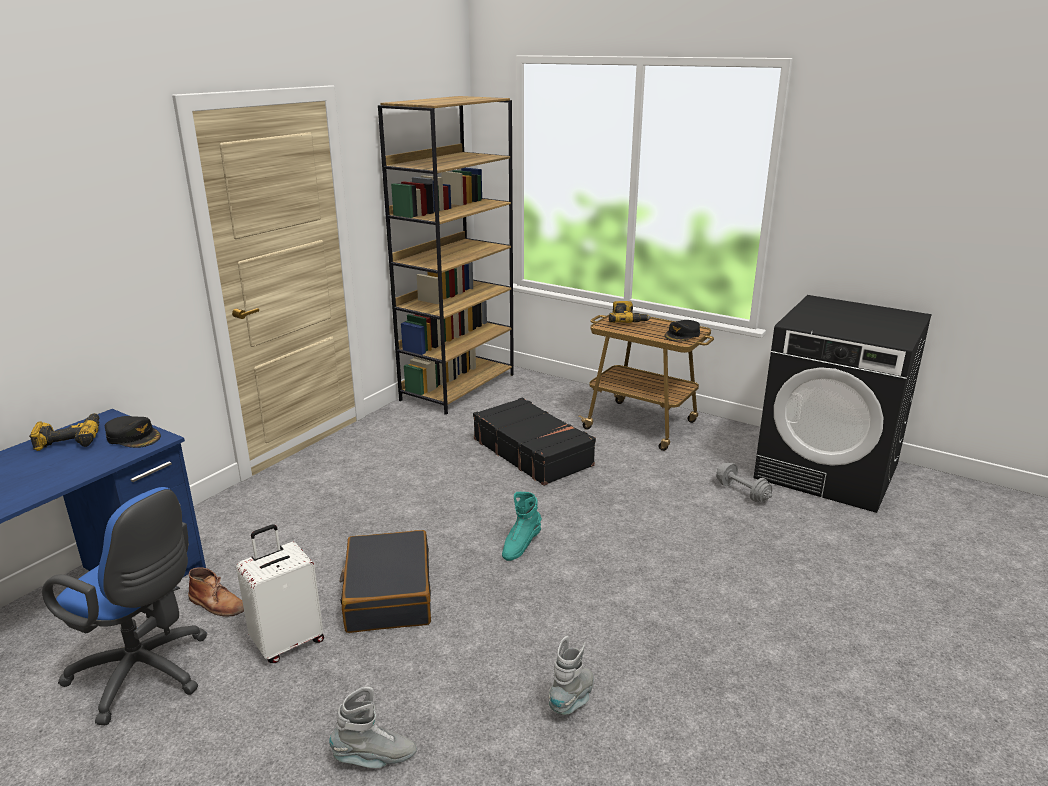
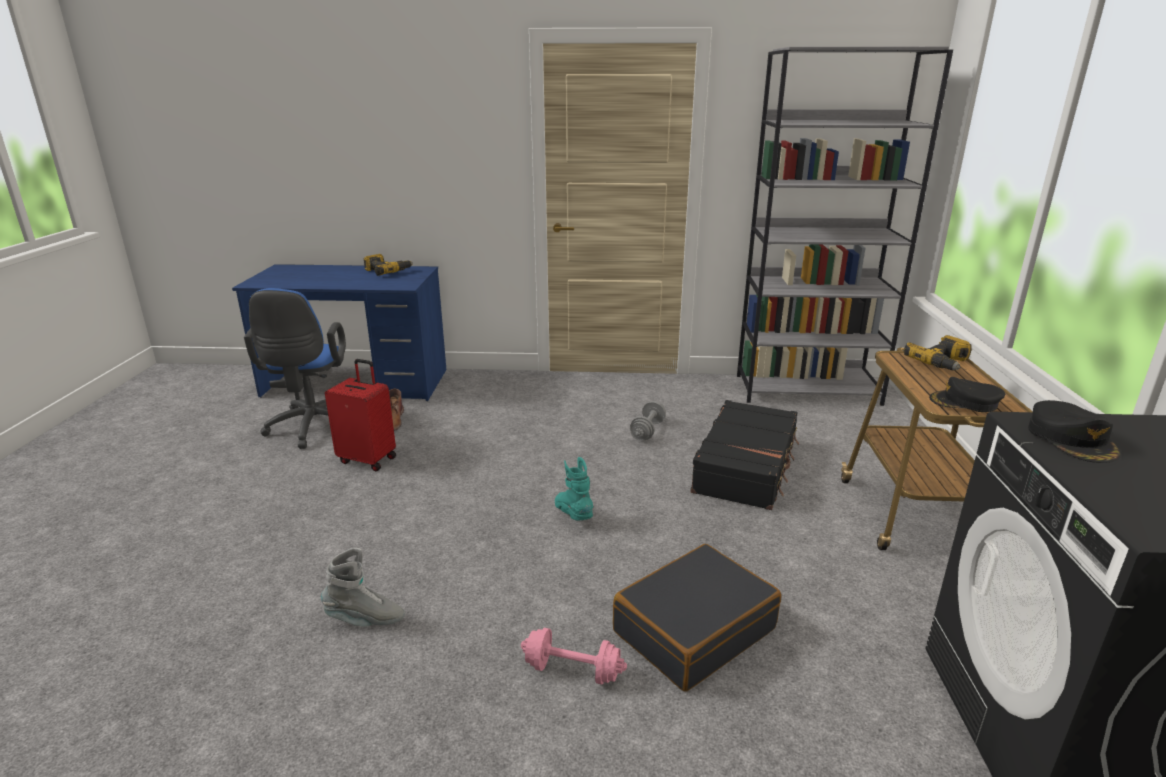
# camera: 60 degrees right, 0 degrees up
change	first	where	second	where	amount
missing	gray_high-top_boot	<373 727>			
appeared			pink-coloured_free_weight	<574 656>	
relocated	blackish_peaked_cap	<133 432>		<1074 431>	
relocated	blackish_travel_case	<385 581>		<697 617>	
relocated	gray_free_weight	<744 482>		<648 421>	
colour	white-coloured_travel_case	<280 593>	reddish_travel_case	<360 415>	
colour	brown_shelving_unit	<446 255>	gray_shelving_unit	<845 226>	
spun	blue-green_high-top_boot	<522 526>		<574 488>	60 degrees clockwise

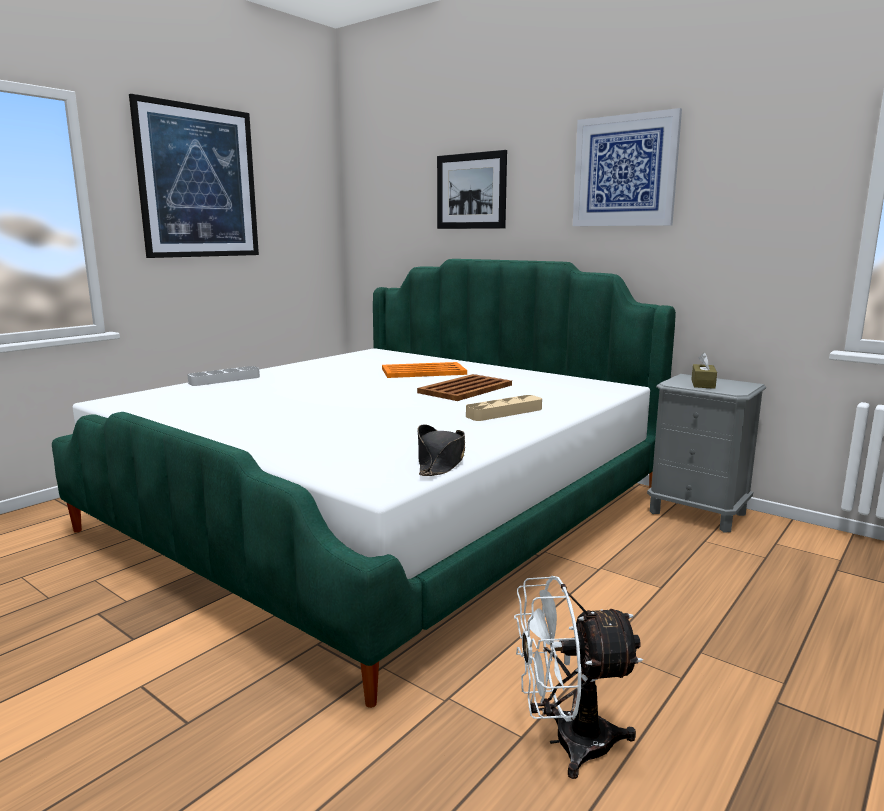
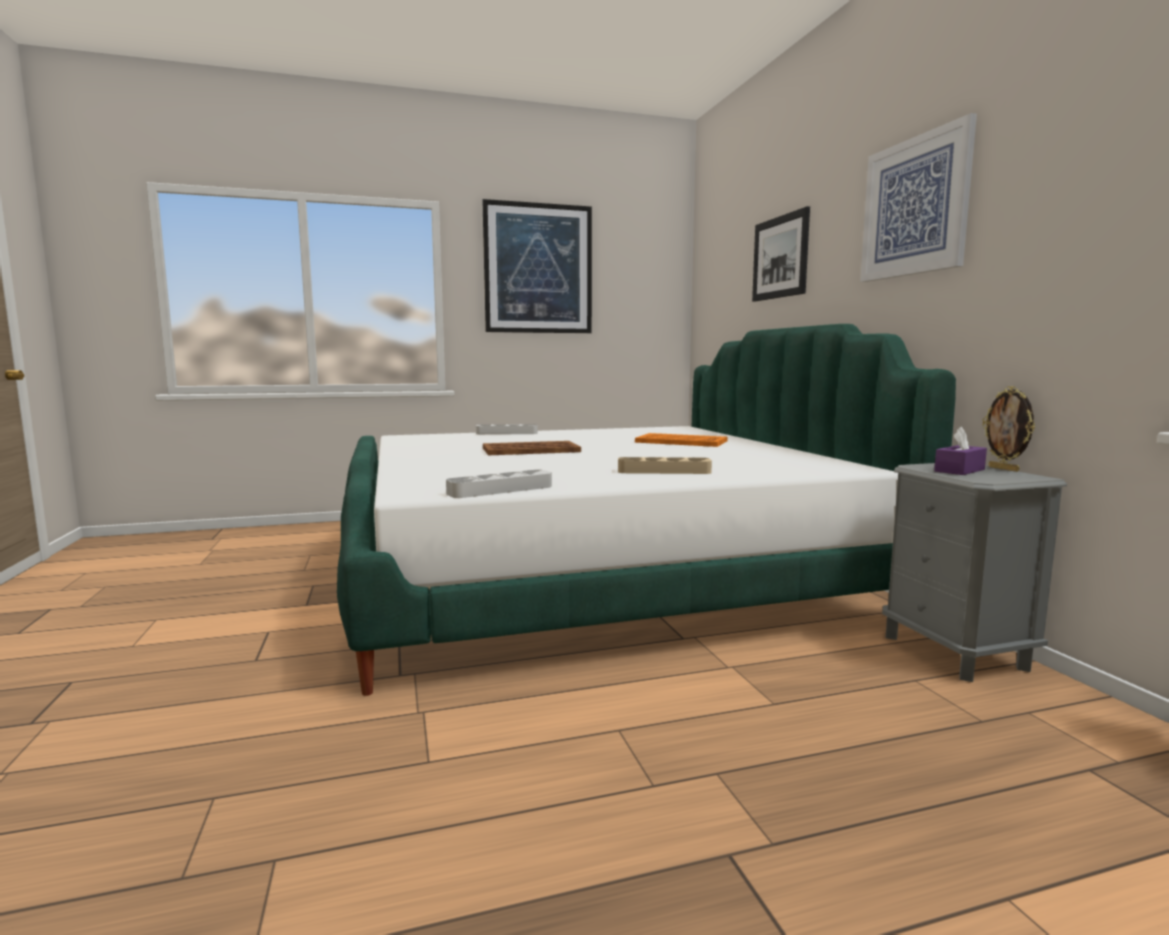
# camera: 35 degrees right, 5 degrees down
change	first	where	second	where	amount
missing	white-coloured_cooling_fan	<578 677>			
appeared			photo_frame	<1008 429>	
relocated	brown_serving_tray	<464 387>		<532 448>	
exchanged	blackish_wearable_hat	<441 450>	gray_serving_tray	<499 484>	
colour	brown_box_of_tissues	<704 370>	purplish_box_of_tissues	<960 451>	

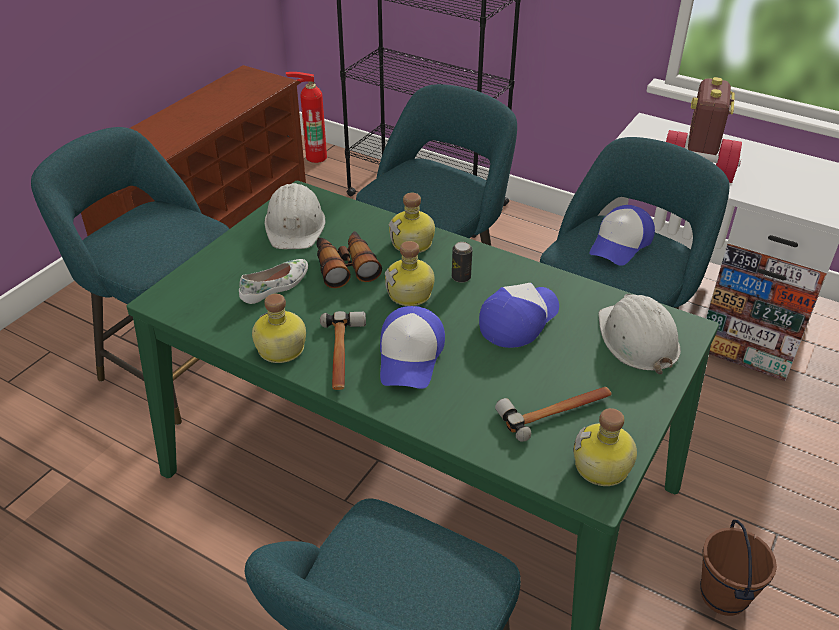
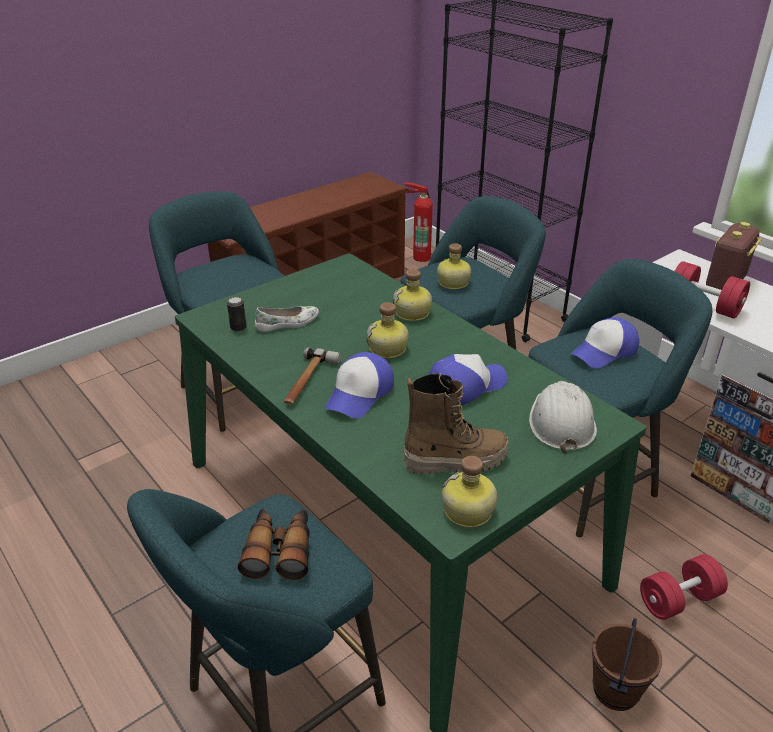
# camera: 20 degrees right, 5 degrees down
change	first	where	second	where	amount
missing	white-coloured_safety_helmet	<295 216>			
appeared			reddish_free_weight	<684 587>	
relocated	bottle	<279 328>		<454 266>	
relocated	pair_of_binoculars	<349 259>		<274 544>	
relocated	sealed_can	<462 262>		<237 314>	
exchanged	hand_hammer	<553 414>	high-top_boot	<456 424>	

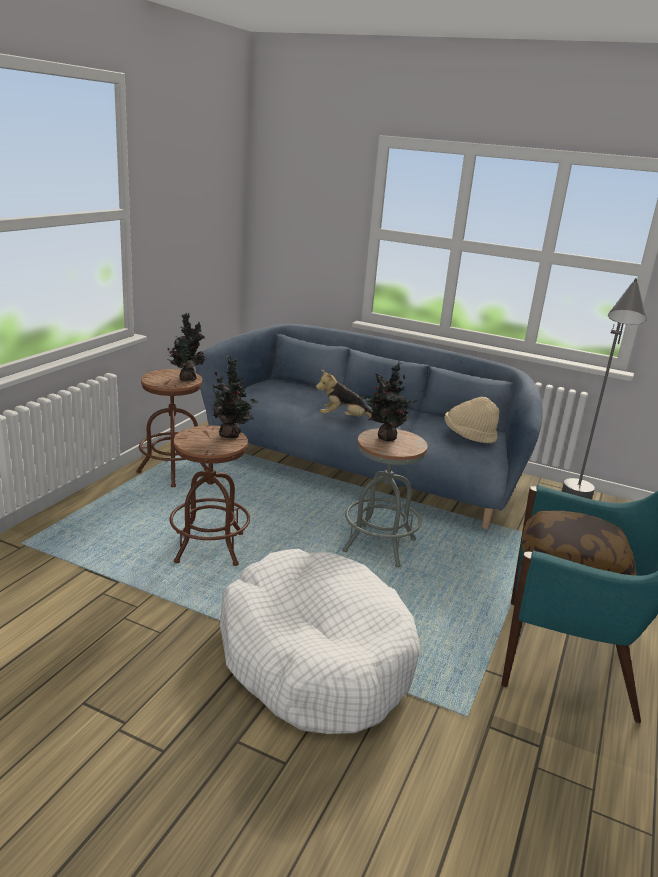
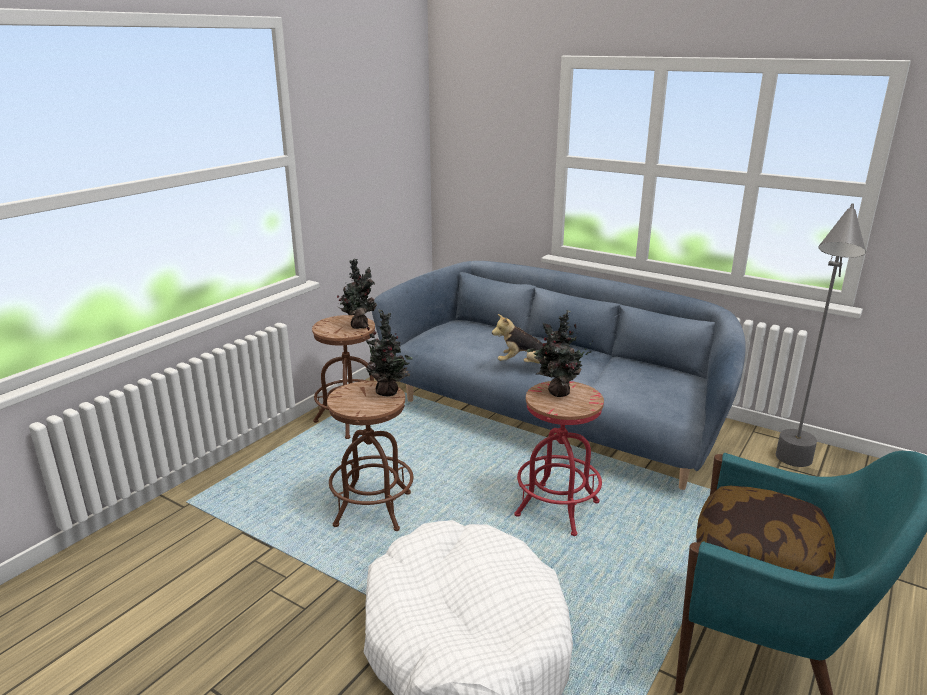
# camera: 10 degrees right, 0 degrees up
change	first	where	second	where	amount
missing	beige_wearable_hat	<471 420>			
colour	gray_sitting_stool	<385 497>	reddish_sitting_stool	<559 458>	

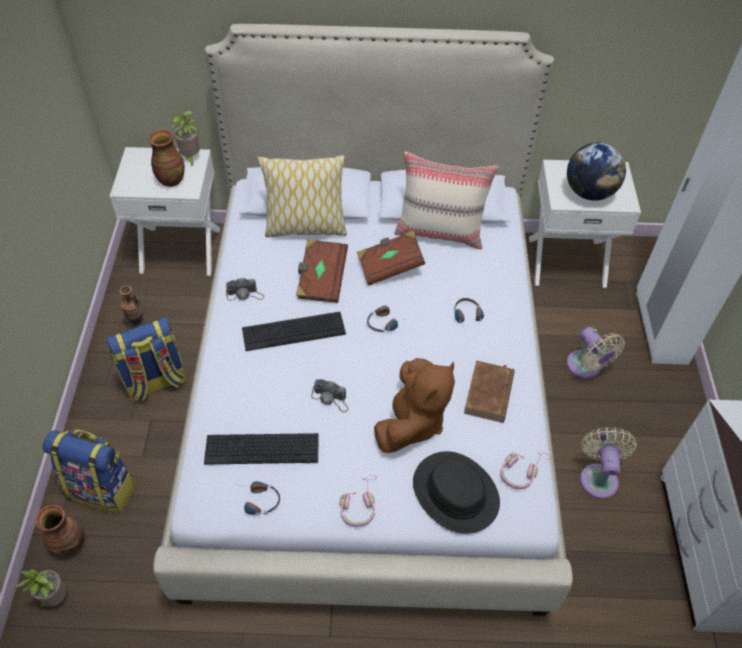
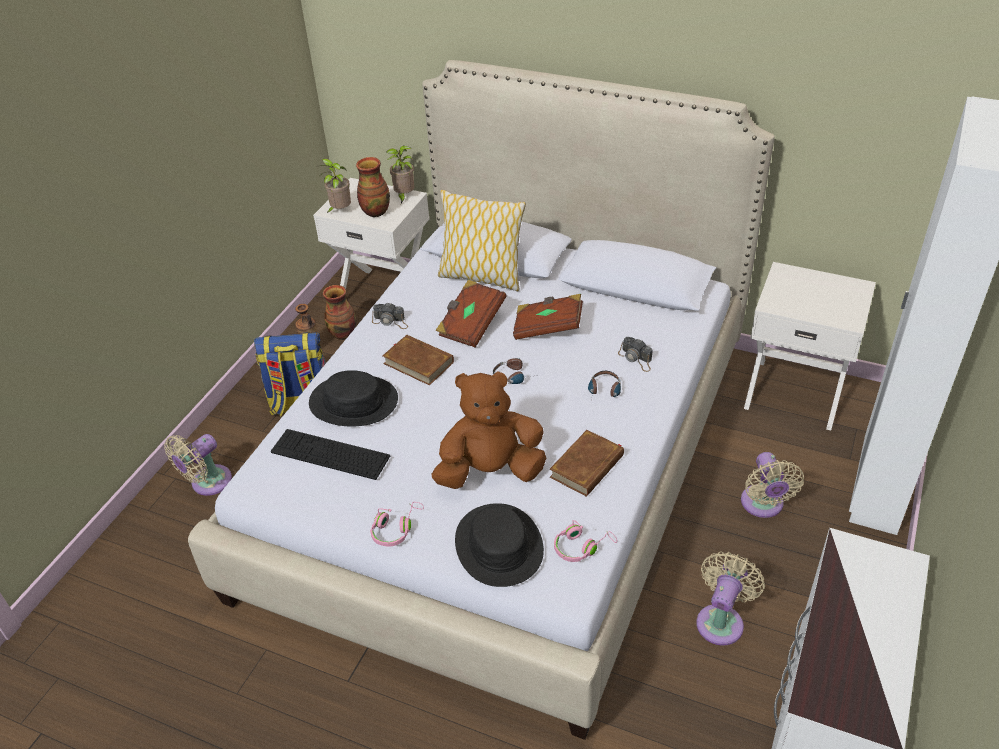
# camera: 25 degrees right, 10 degrees down
change	first	where	second	where	amount
missing	headset	<257 498>			
missing	beige_throw_pillow	<446 201>			
missing	desk_globe	<596 172>			
appeared			blackish_wearable_hat	<353 398>	
relocated	houseplant	<40 589>		<335 186>	
relocated	vase	<59 530>		<339 312>	
relocated	still_camera	<329 395>		<635 354>	
exchanged	backpack	<90 471>	beige_cooling_fan	<198 465>	
exchanged	computer_keyboard	<294 331>	brown_volume	<418 360>	
spun	brown_cuddly_toy	<414 405>		<489 430>	150 degrees counterclockwise

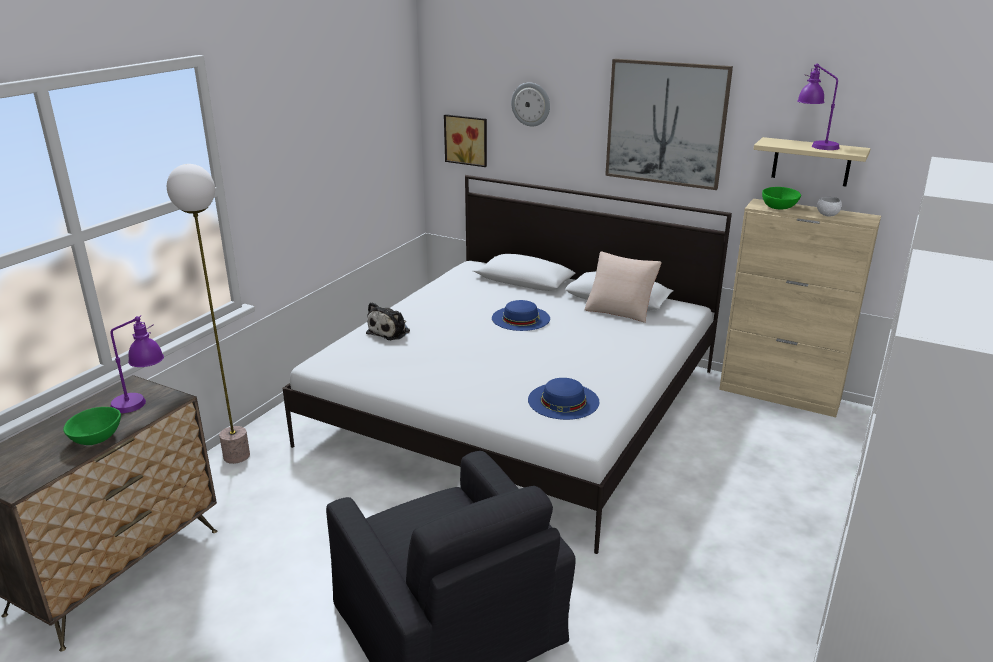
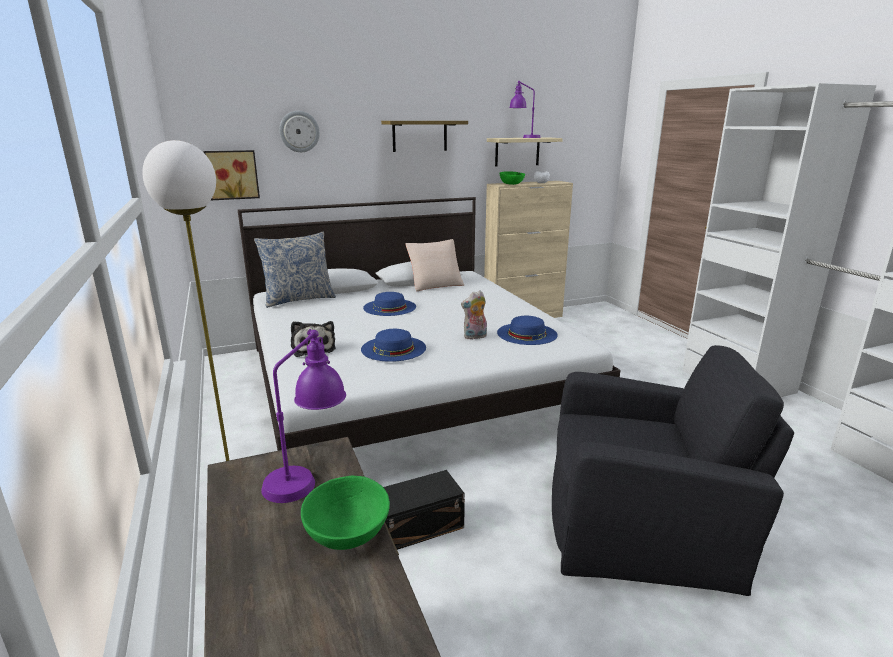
# camera: 50 degrees left, 5 degrees down
change	first	where	second	where	amount
appeared			throw_pillow	<295 270>	
appeared			bluish_wearable_hat	<393 345>	
appeared			blackish_storage_box	<424 510>	
appeared			cuddly_toy	<474 315>	
exchanged	wall_picture	<669 124>	wall_shelf	<424 136>	

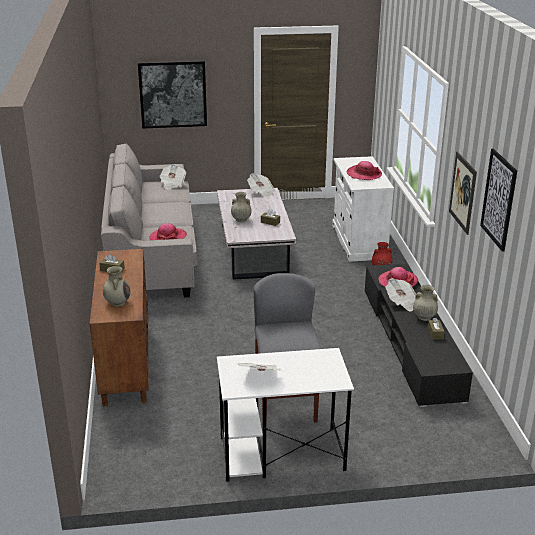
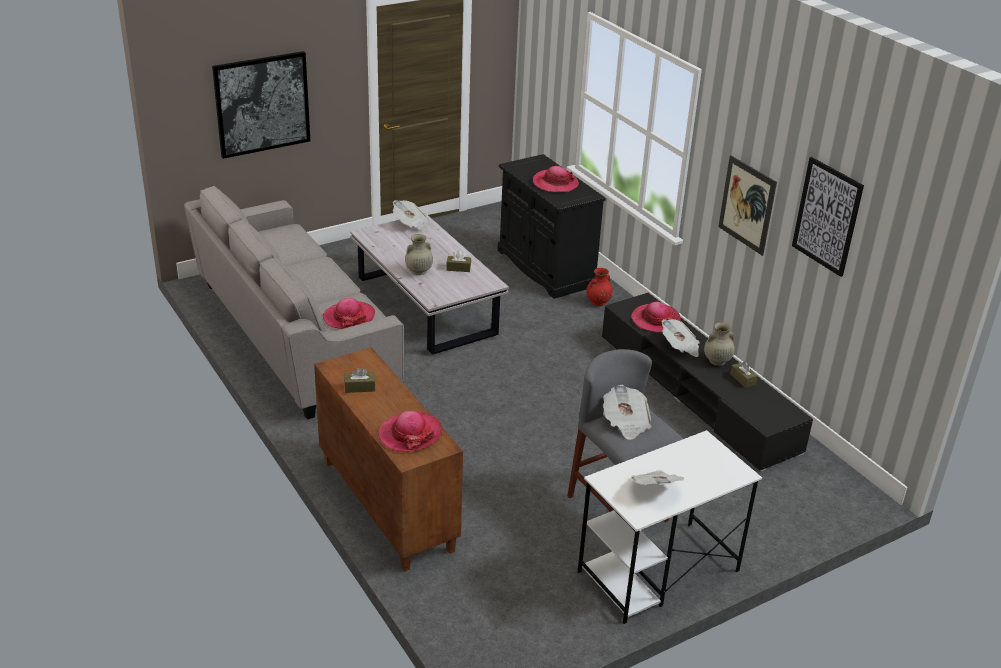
# camera: 25 degrees left, 5 degrees up
change	first	where	second	where	amount
relocated	daily_paper	<172 176>		<627 412>	
exchanged	beige_vase	<116 286>	wearable_hat	<410 431>	
colour	white-coloured_storage_cabinet	<363 209>	blackish_storage_cabinet	<551 226>	

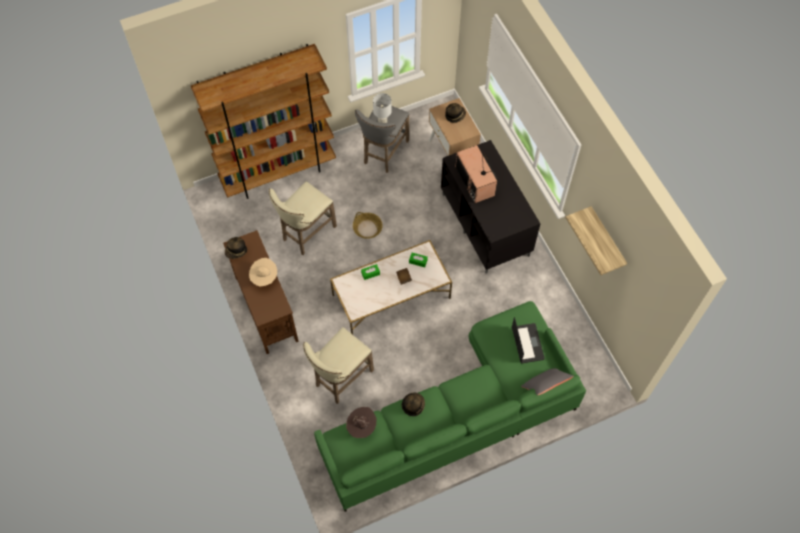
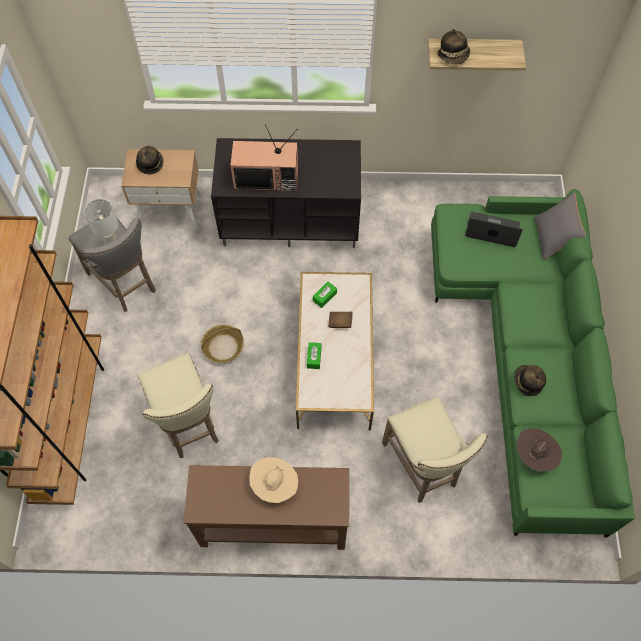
# camera: 65 degrees left, 0 degrees up
change	first	where	second	where	amount
relocated	wearable_hat	<236 248>		<454 46>	

